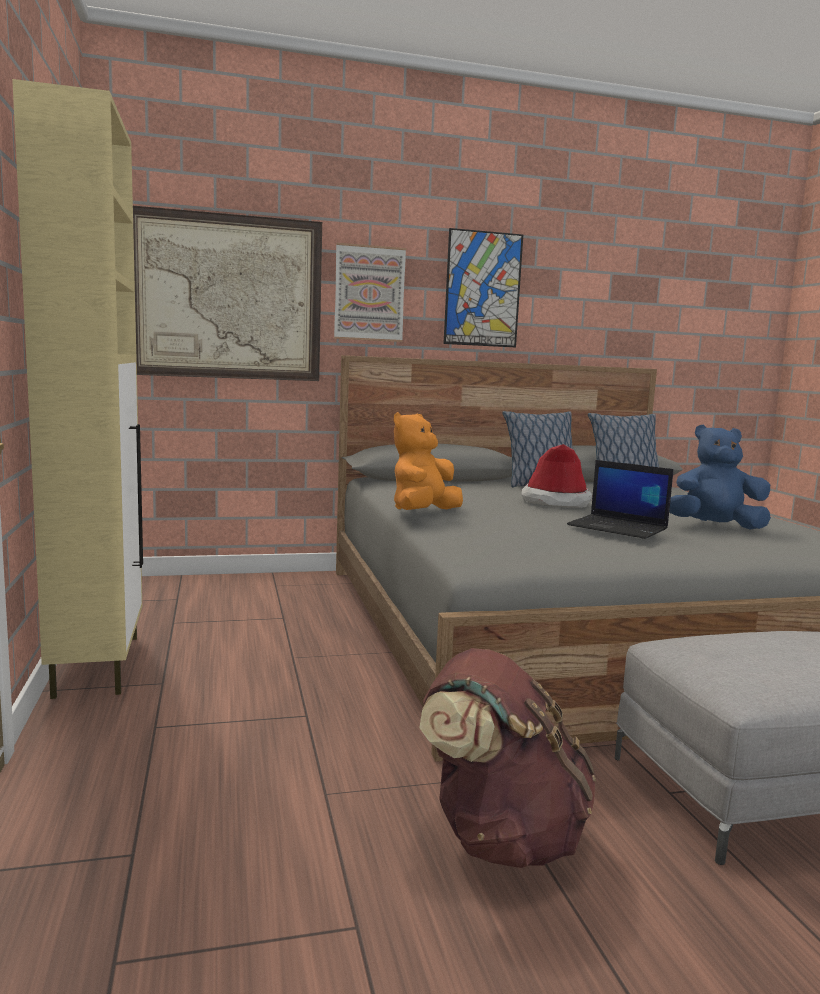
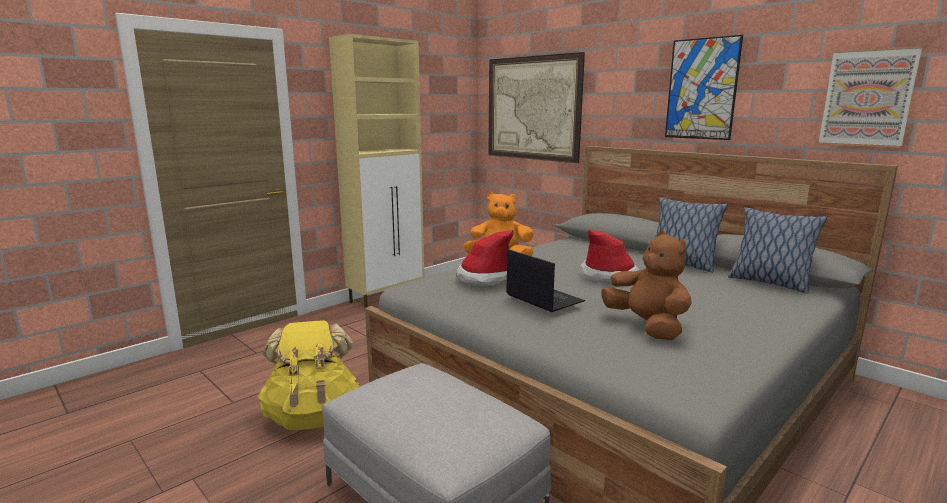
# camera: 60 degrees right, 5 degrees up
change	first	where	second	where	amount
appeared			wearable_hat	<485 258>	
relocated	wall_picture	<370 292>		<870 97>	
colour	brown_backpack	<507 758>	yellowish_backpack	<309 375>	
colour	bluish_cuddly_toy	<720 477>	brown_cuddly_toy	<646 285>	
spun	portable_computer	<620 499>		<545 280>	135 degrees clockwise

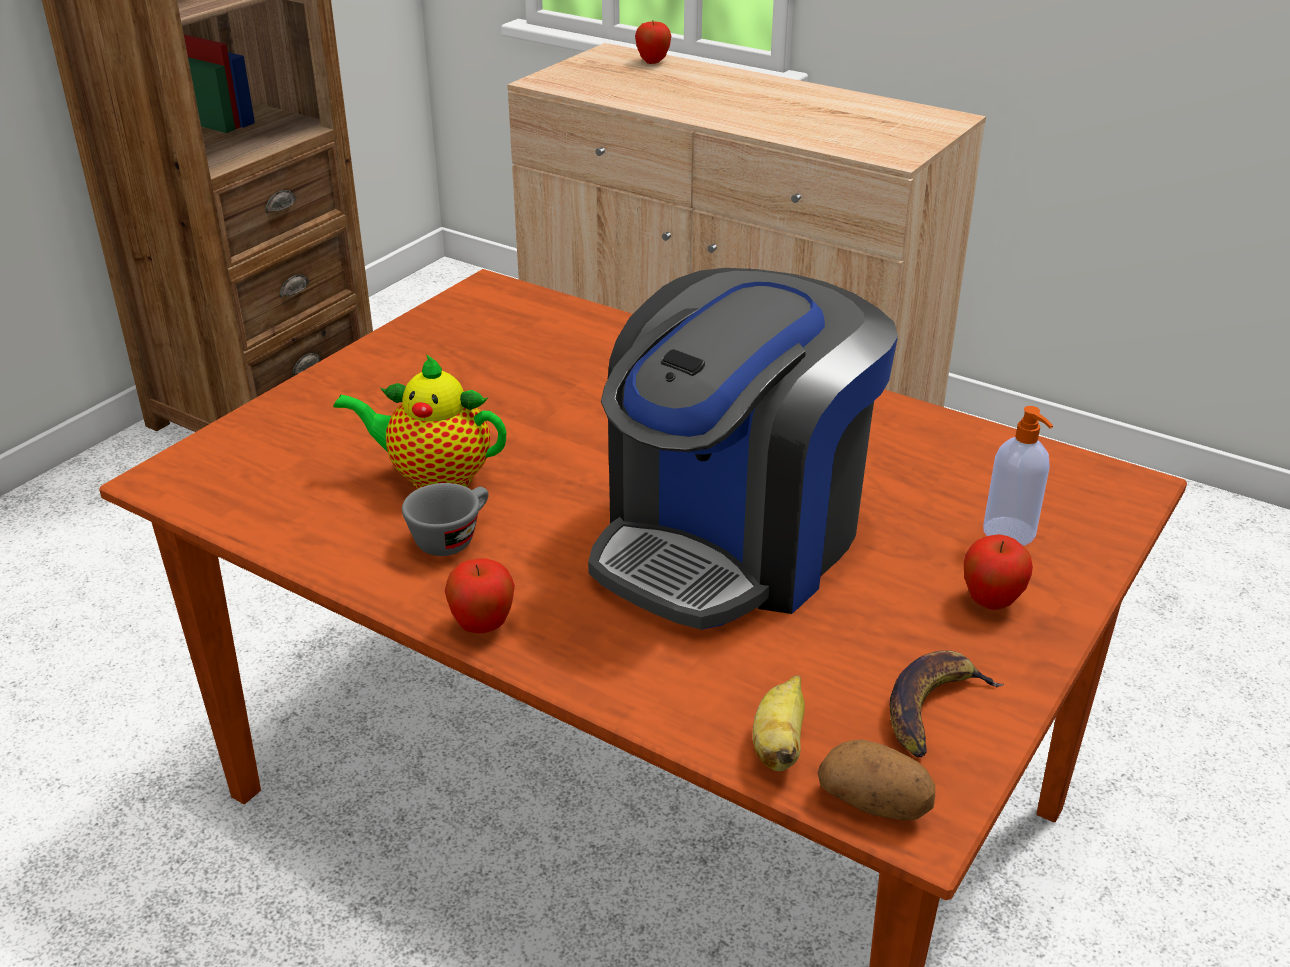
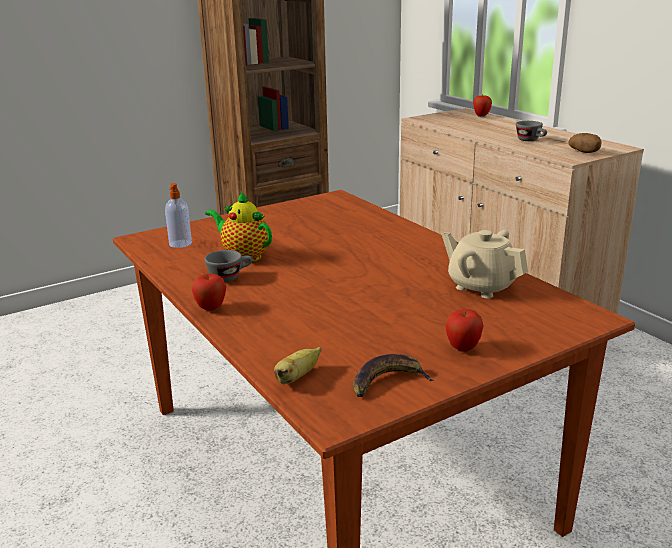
# camera: 25 degrees right, 10 degrees down
change	first	where	second	where	amount
missing	coffee_maker	<743 449>			
appeared			beige_teapot	<485 264>	
appeared			gray_drinking_cup	<531 131>	
relocated	potato	<876 780>		<585 143>	
relocated	liquid_soap_bottle	<1018 476>		<178 215>	

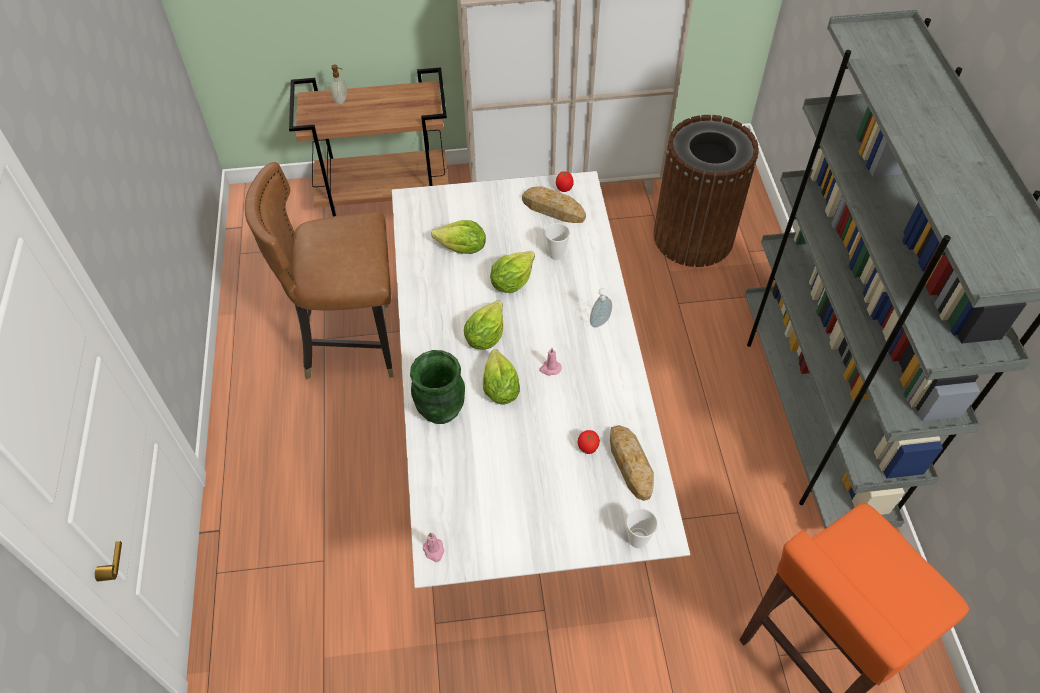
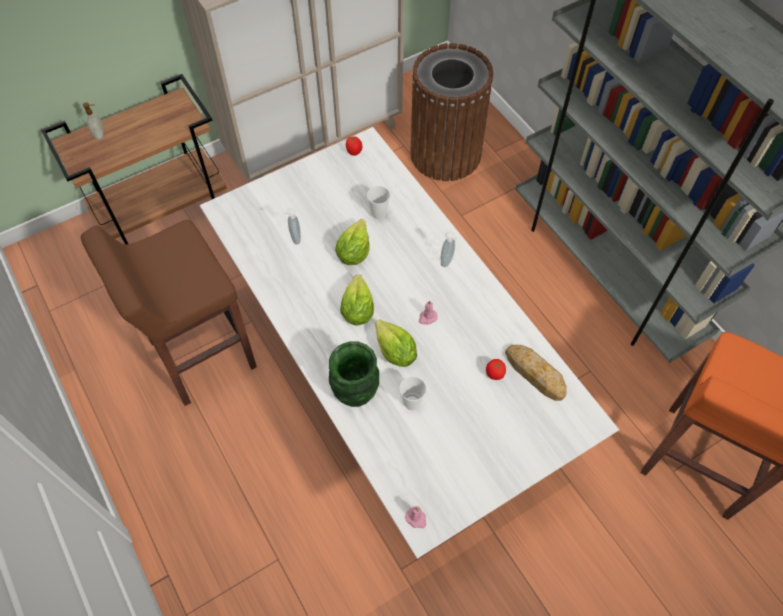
# camera: 25 degrees left, 5 degrees up
change	first	where	second	where	amount
missing	bakery_bread	<554 204>			
relocated	drinking_cup	<642 528>		<413 393>	
exchanged	brown_chair	<319 270>	brown_sitting_stool	<169 313>	
exchanged	head_of_lettuce	<458 237>	liquid_soap_bottle	<292 226>	

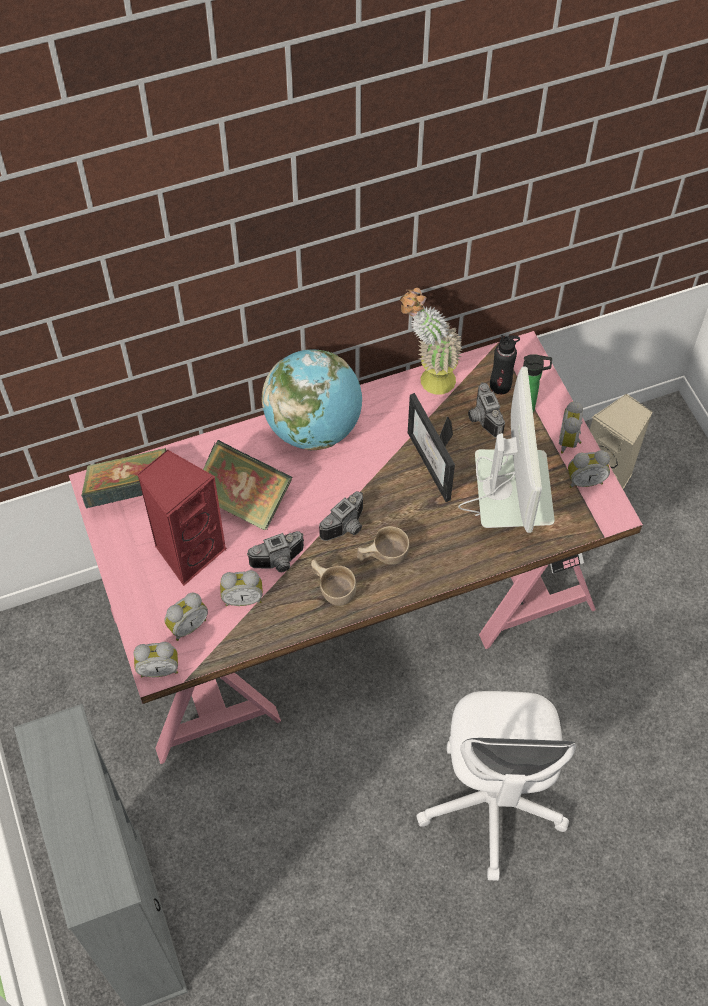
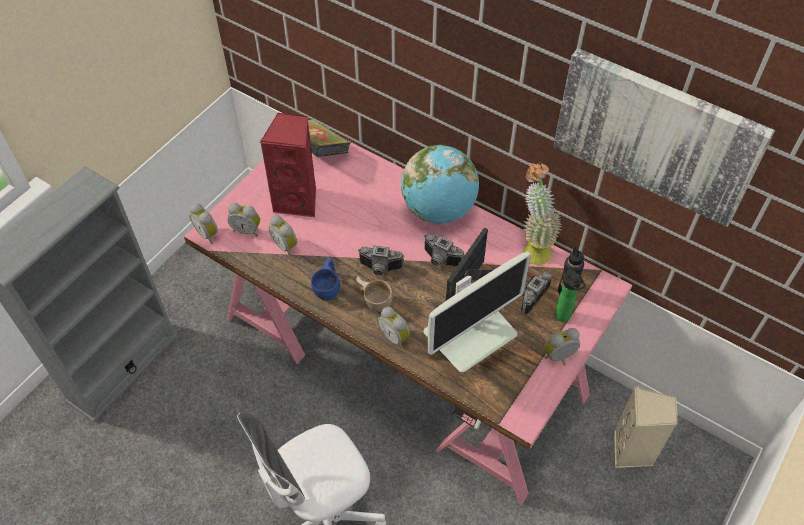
# camera: 55 degrees right, 5 degrees down
change	first	where	second	where	amount
missing	volume	<248 485>			
appeared			wall_picture	<664 137>	
relocated	still_camera	<275 551>		<444 250>	
relocated	bedside_clock	<589 469>		<394 328>	
colour	beige_drinking_cup	<333 582>	bluish_drinking_cup	<325 279>	

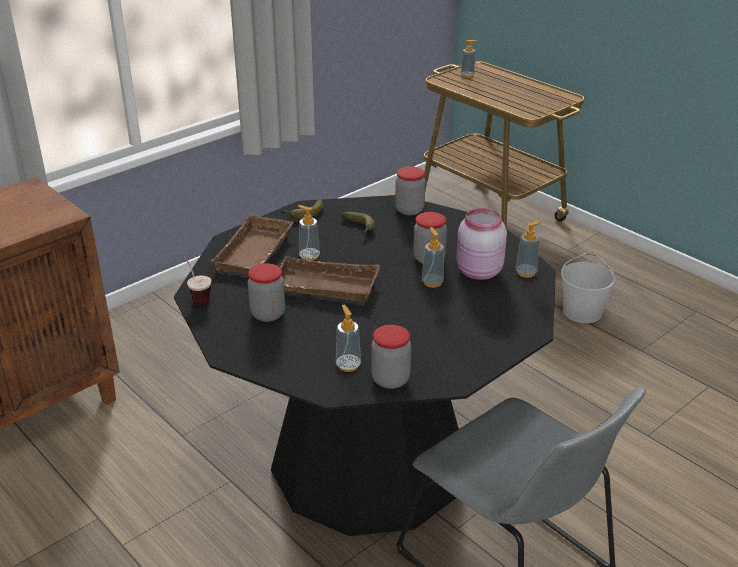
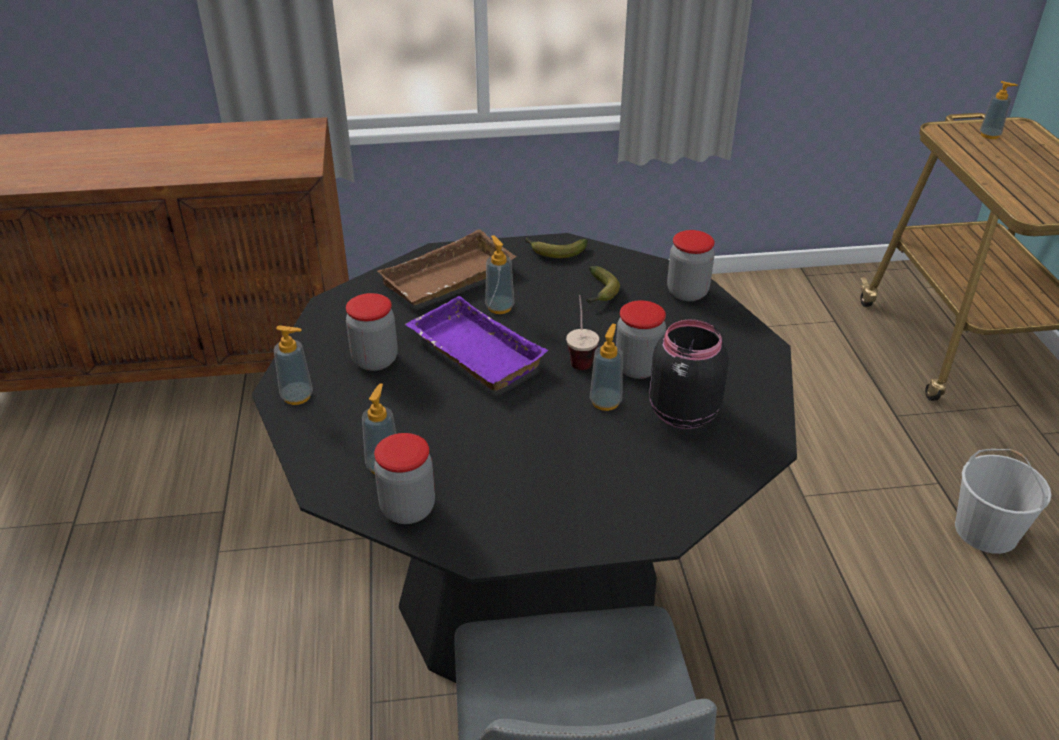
# camera: 35 degrees right, 5 degrees up
change	first	where	second	where	amount
relocated	drinking_cup	<196 280>		<582 332>	
relocated	liquid_soap_bottle	<529 249>		<293 365>	
colour	brown_serving_tray	<330 278>	purplish_serving_tray	<476 343>	
colour	pink-coloured_storage_jar	<481 244>	blackish_storage_jar	<689 374>	

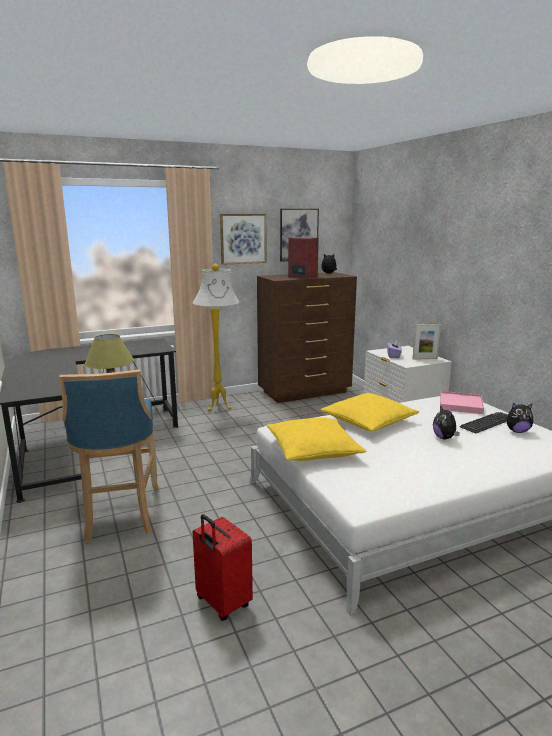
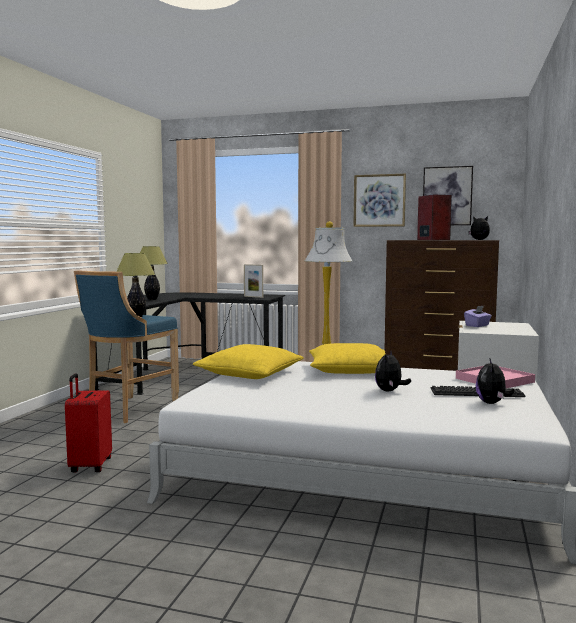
# camera: 40 degrees right, 10 degrees down
change	first	where	second	where	amount
appeared			tabletop_lamp	<154 273>	
relocated	photo_frame	<426 342>		<253 281>	
spun	cuddly_toy	<519 418>		<495 381>	60 degrees clockwise

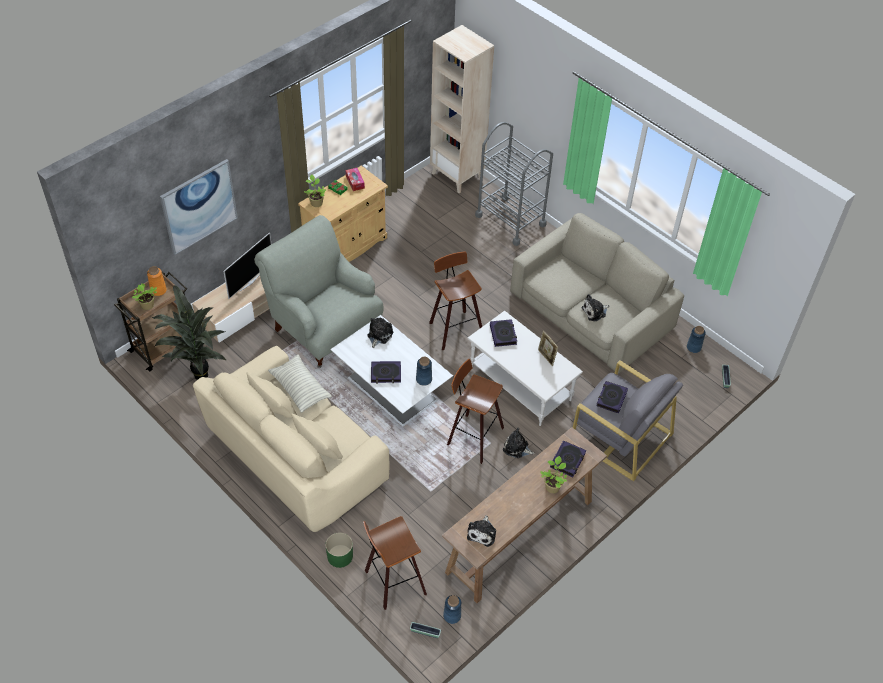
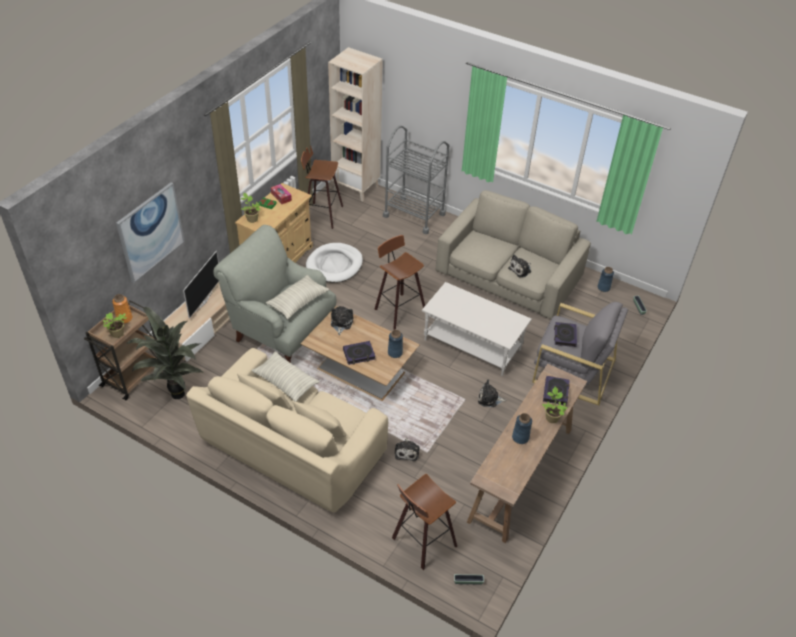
# camera: 15 degrees left, 5 degrees down
change	first	where	second	where	amount
missing	greenish_planter	<339 550>			
missing	volume	<503 333>			
missing	photo_frame	<548 348>			
appeared			throw_pillow	<297 297>	
appeared			white-coloured_dog_bed	<334 263>	
relocated	bluish_vase	<452 609>		<522 428>	
relocated	sitting_stool	<475 411>		<322 187>	
relocated	cuddly_toy	<481 531>		<407 449>	
colour	white-coloured_lounge_table	<391 370>	brown_lounge_table	<360 353>	

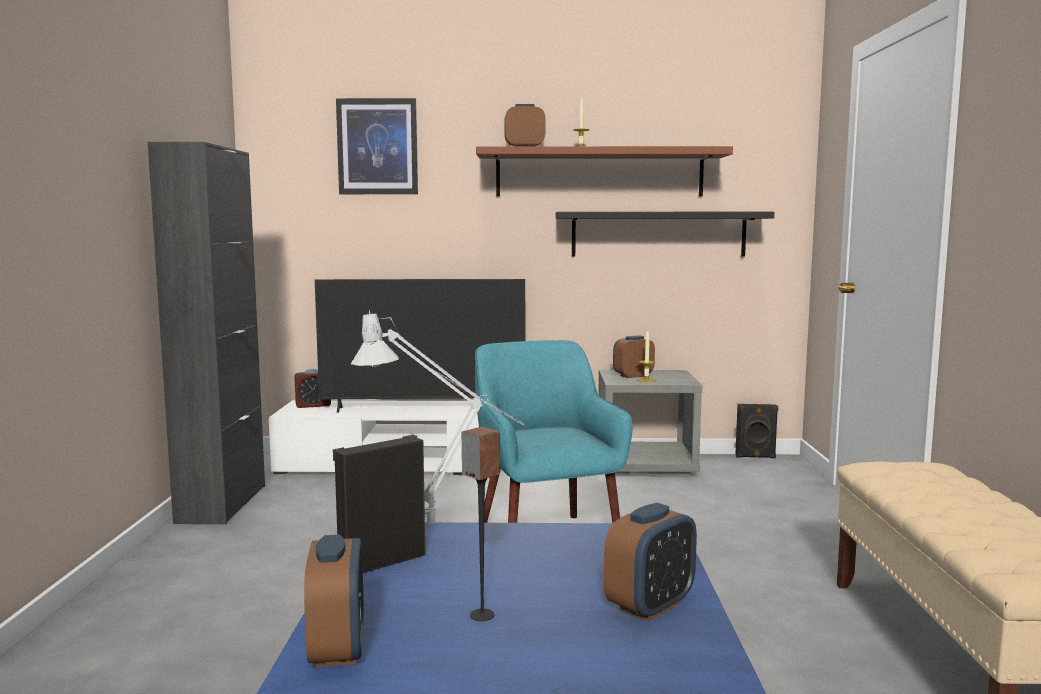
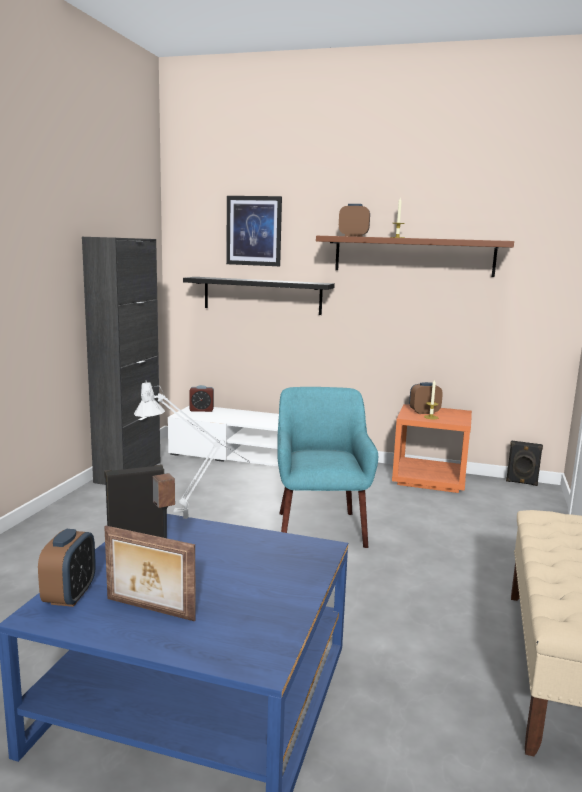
# camera: 15 degrees right, 5 degrees up
change	first	where	second	where	amount
missing	TV	<420 346>			
missing	bedside_clock	<650 562>			
appeared			photo_frame	<150 573>	
relocated	blackish_wall_shelf	<665 234>		<259 296>	
colour	gray_night_table	<650 423>	orange-coloured_night_table	<432 448>	

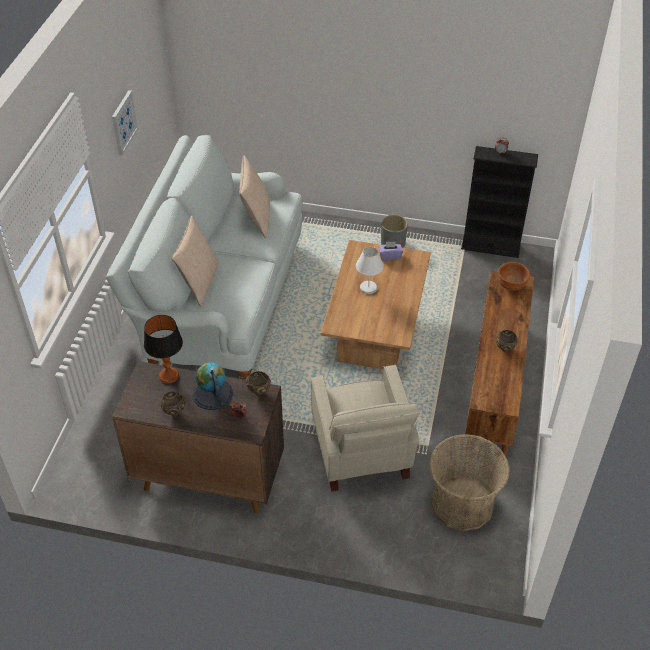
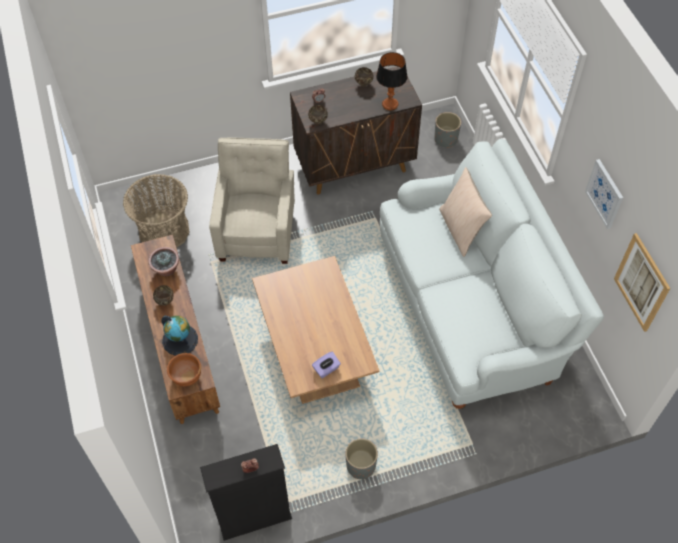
# camera: 150 degrees right, 10 degrees up
change	first	where	second	where	amount
missing	beige_throw_pillow	<254 196>			
missing	white-coloured_tabletop_lamp	<370 270>			
appeared			houseplant	<163 261>	
appeared			gray_planter	<447 130>	
appeared			wall_picture	<642 282>	
relocated	desk_globe	<212 386>		<179 336>	
spun	beige_lounge_chair	<365 428>		<252 201>	45 degrees clockwise

